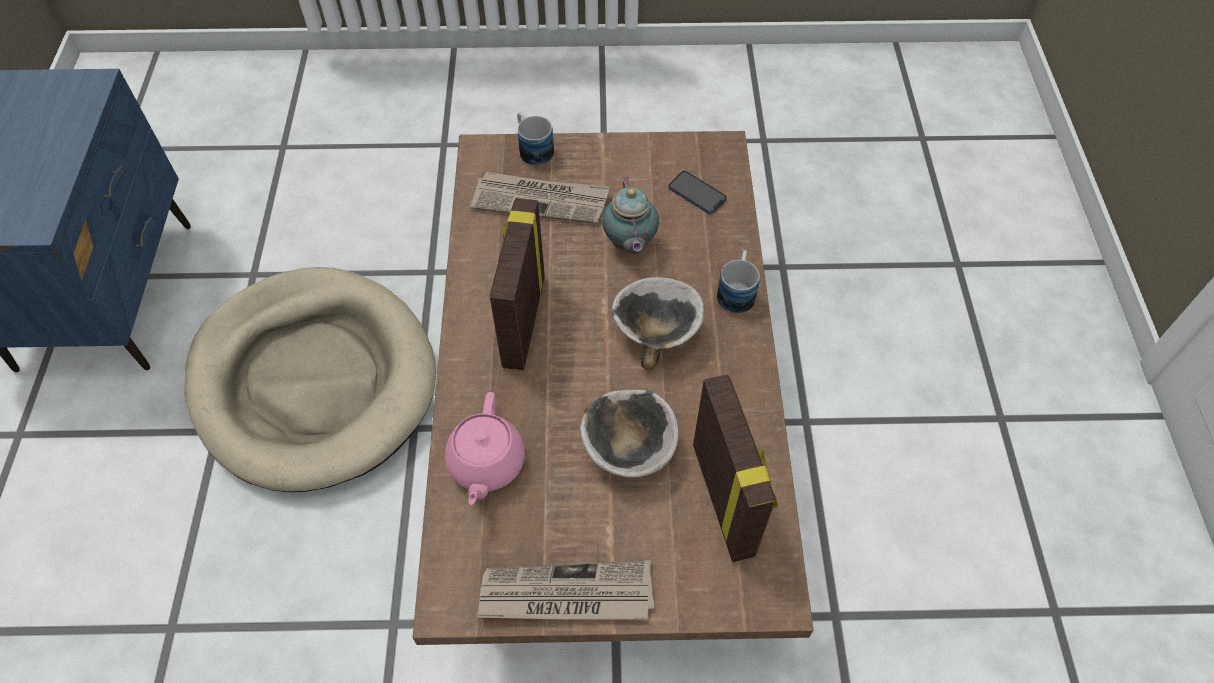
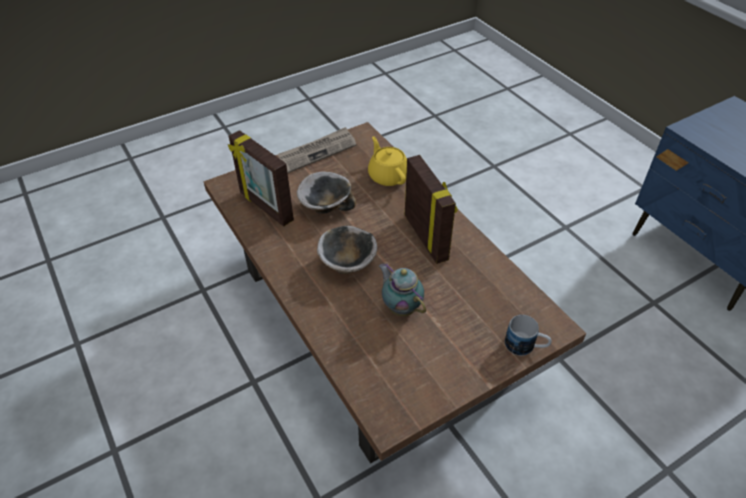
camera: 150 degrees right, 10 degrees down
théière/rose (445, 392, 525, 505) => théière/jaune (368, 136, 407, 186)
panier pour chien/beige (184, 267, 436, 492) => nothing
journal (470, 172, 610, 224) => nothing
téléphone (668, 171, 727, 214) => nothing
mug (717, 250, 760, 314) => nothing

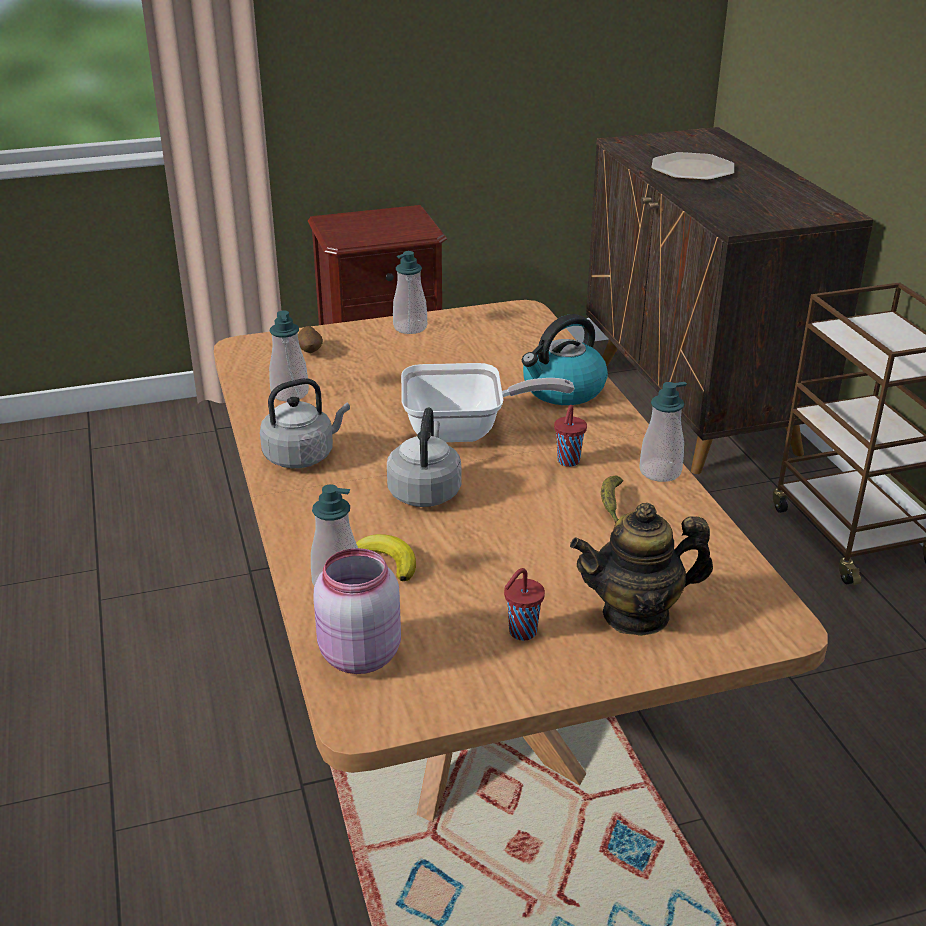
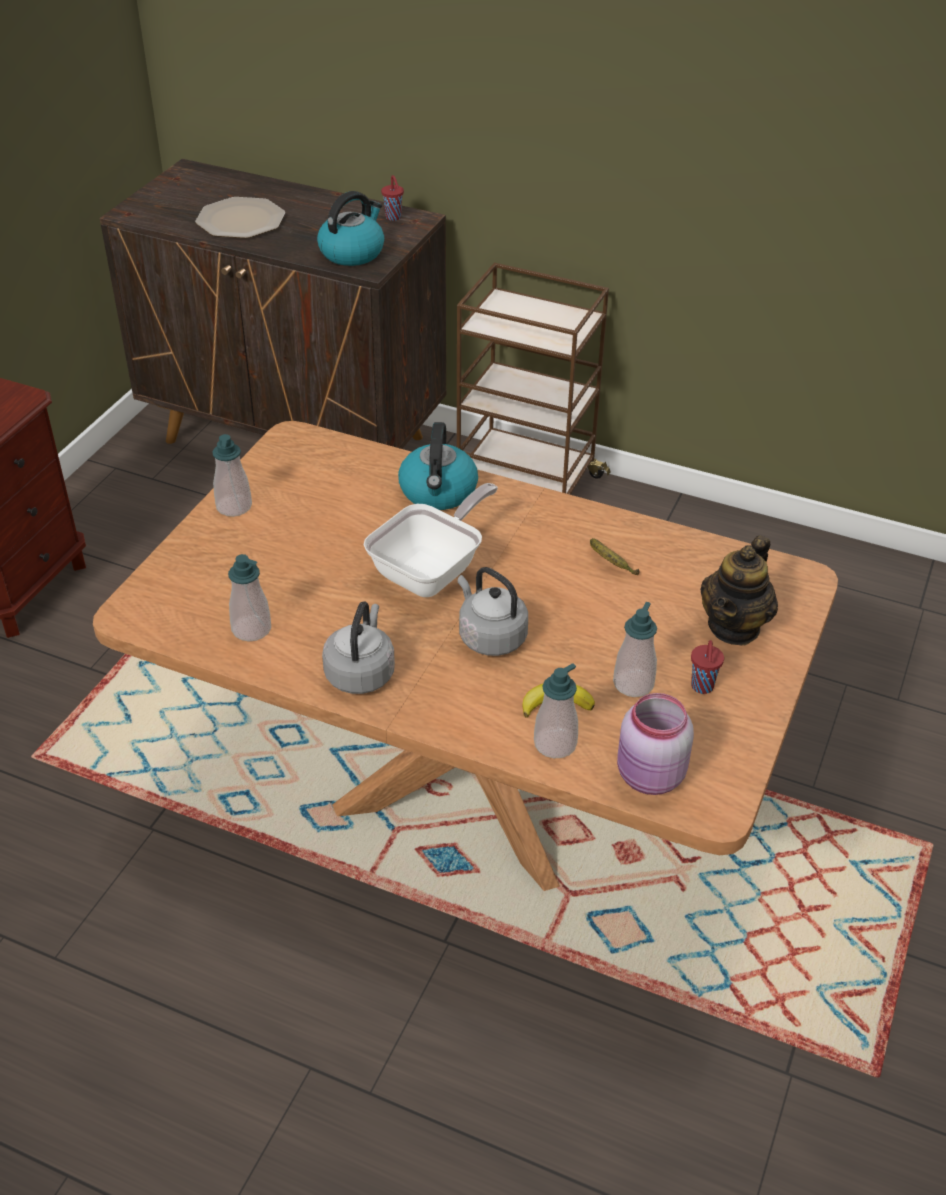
camera: 50 degrees left, 10 degrees up
nothing => bouilloire (317, 191, 384, 266)
tasse/rouge (554, 405, 587, 467) => tasse/rouge (381, 175, 404, 221), moved
distributeur de savon (639, 382, 687, 482) => distributeur de savon (613, 602, 657, 697), moved
pomme de terre (298, 326, 323, 353) => nothing

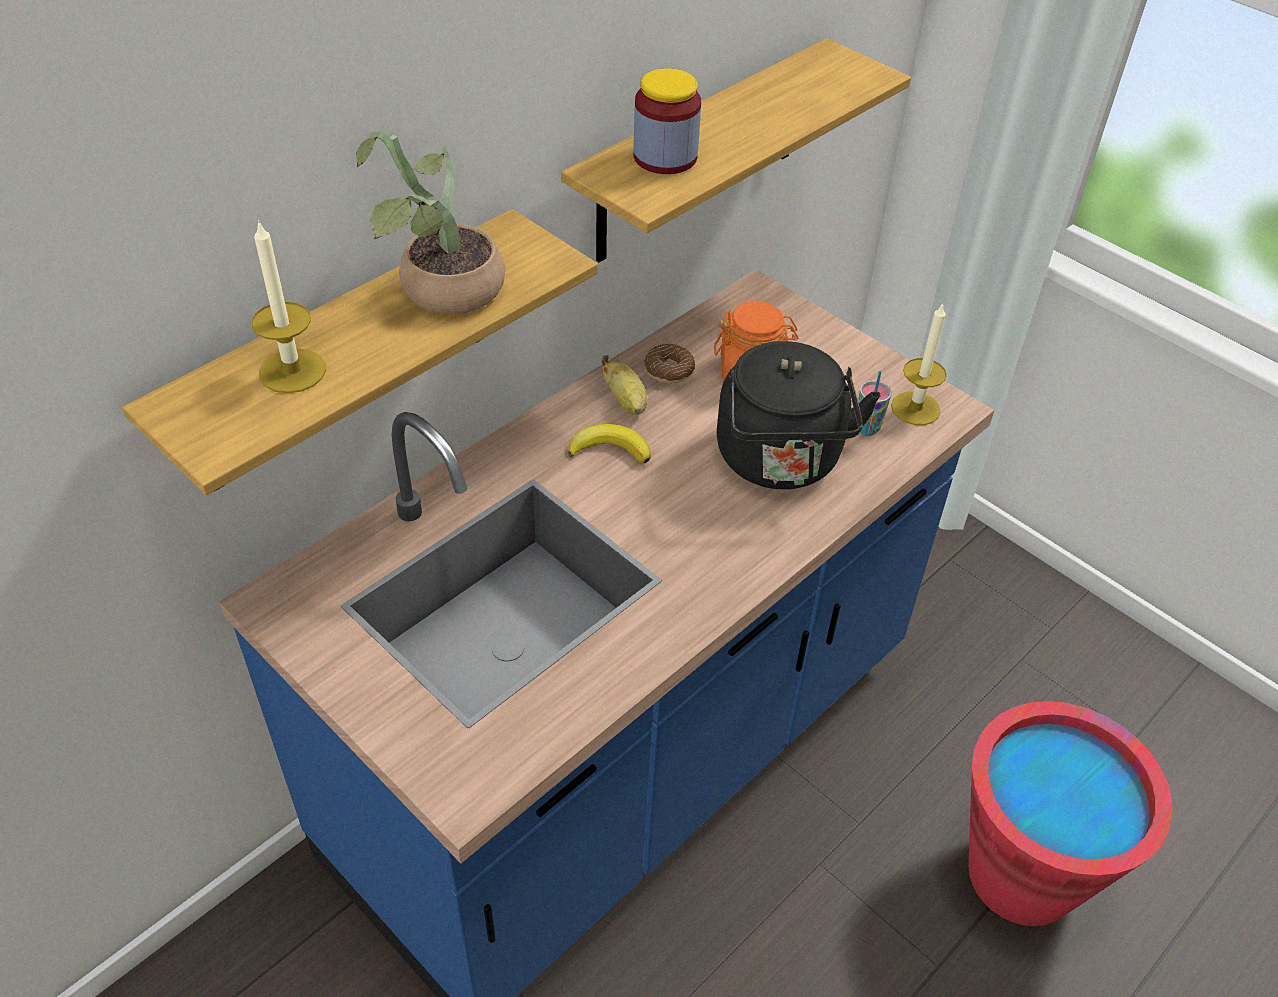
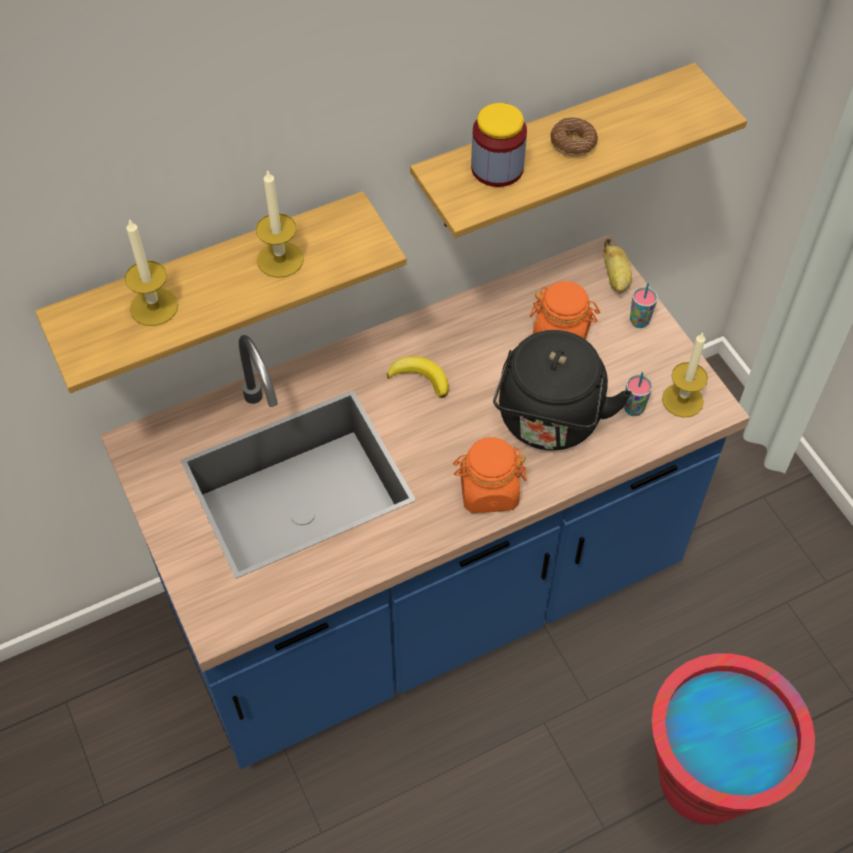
camera: 20 degrees right, 10 degrees up
plante en pot (356, 132, 505, 314) => bougie (256, 169, 304, 278)
nothing => bocal/orange (453, 437, 527, 513)
beignet (644, 343, 695, 384) => beignet (550, 117, 598, 157), moved
banane (601, 355, 648, 415) => banane (603, 239, 632, 294), moved
nothing => tasse (630, 283, 658, 328)

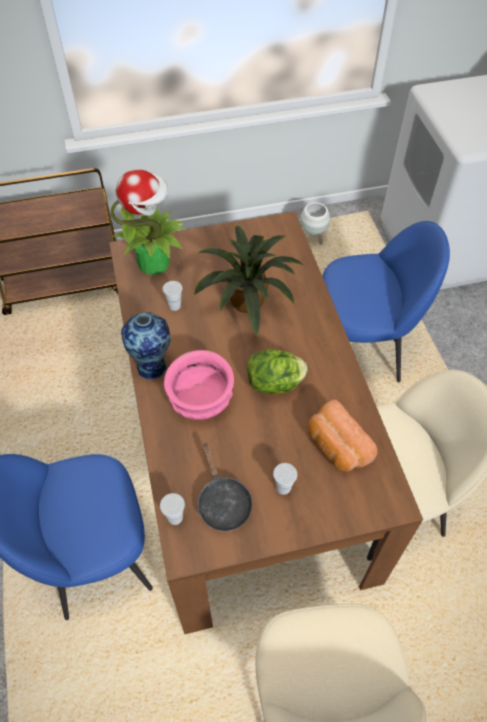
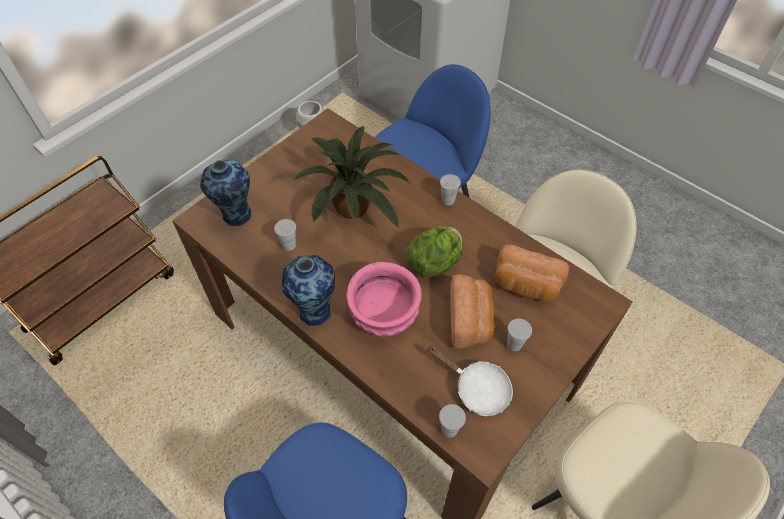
camera: 35 degrees left, 0 degrees up
plante en pot (111, 169, 187, 275) => vase (200, 160, 251, 226)
poêle/noir (198, 443, 252, 532) => poêle/blanc (427, 346, 513, 416)
nothing => tasse/blanc (440, 174, 461, 206)
nothing => pain (450, 274, 495, 349)

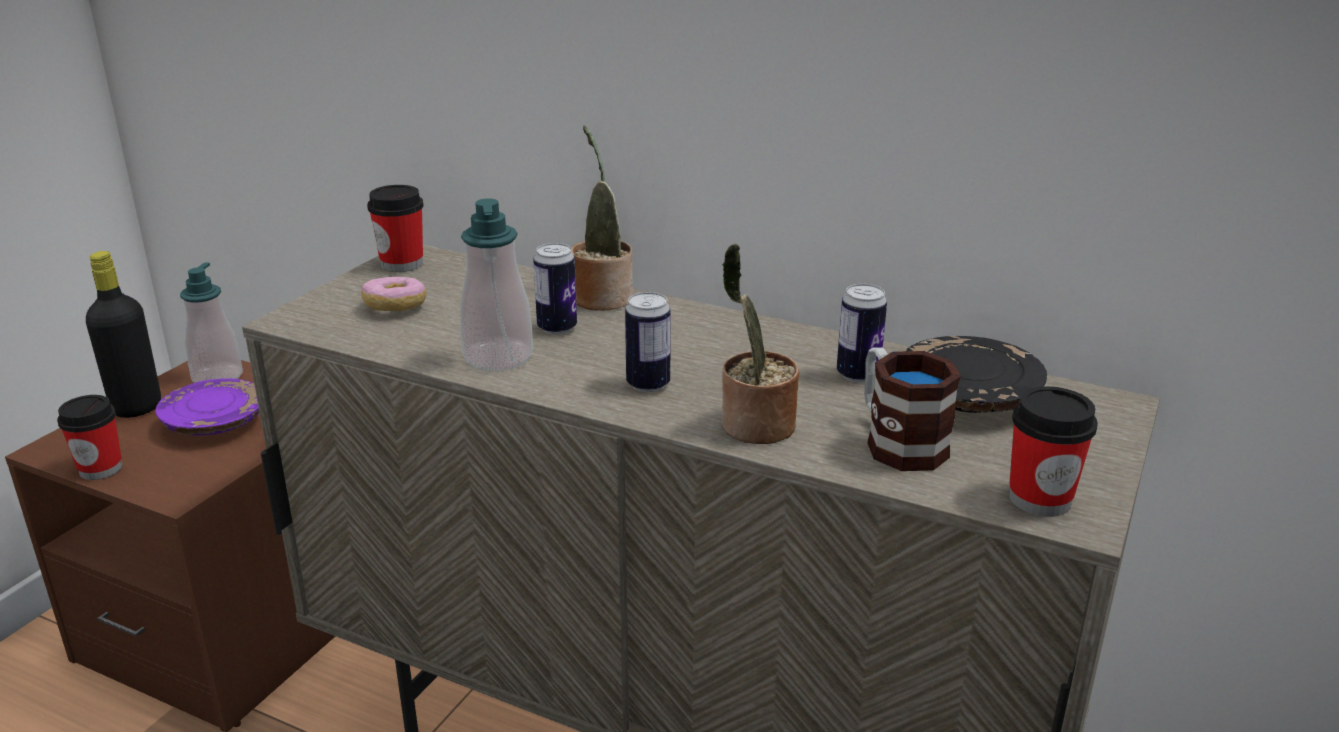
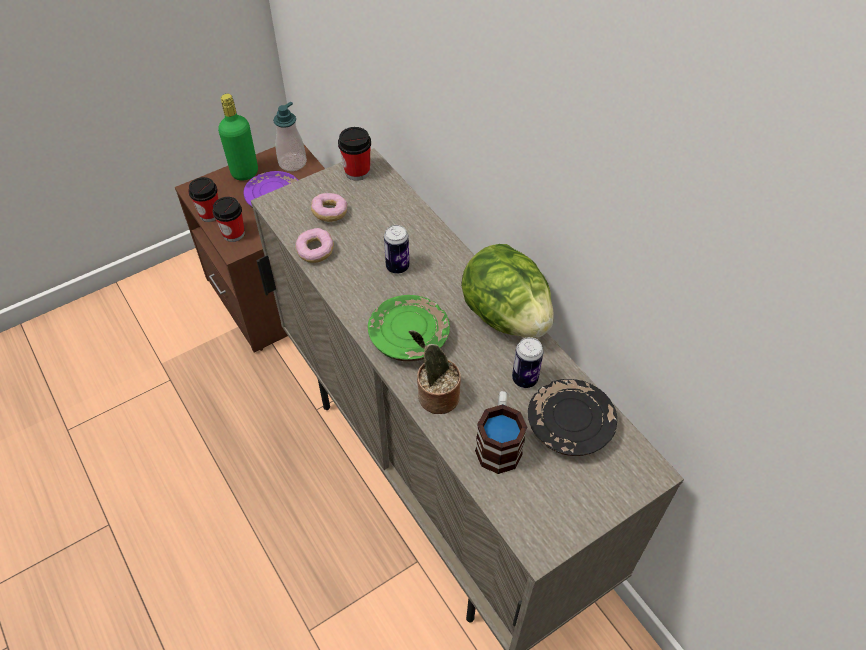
camera: 30 degrees right, 25 degrees up
tasse (1009, 386, 1098, 517) => tasse (212, 197, 245, 242), moved
bouteille/noir (86, 251, 161, 418) => bouteille/vert (218, 94, 258, 181)
nothing => beignet (295, 228, 334, 263)
boîte métallique (625, 292, 671, 392) => assiette/vert (368, 295, 450, 362)
nothing => laitue (461, 244, 554, 338)
distributeur de savon (460, 198, 533, 371) => nothing
plante en pot (571, 125, 633, 311) => nothing

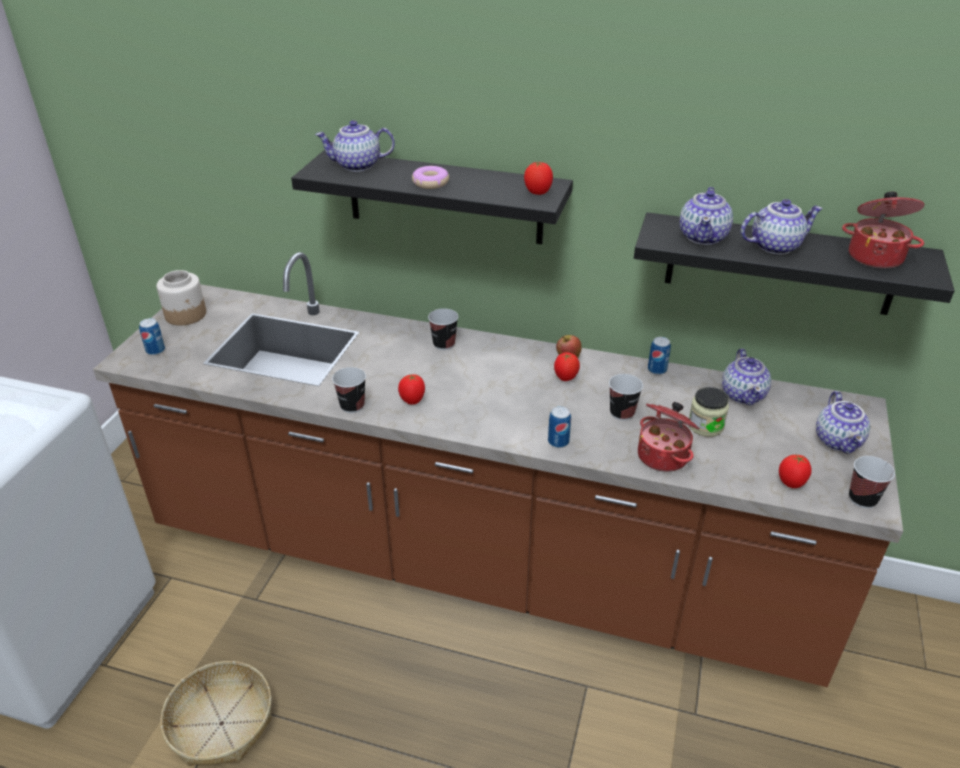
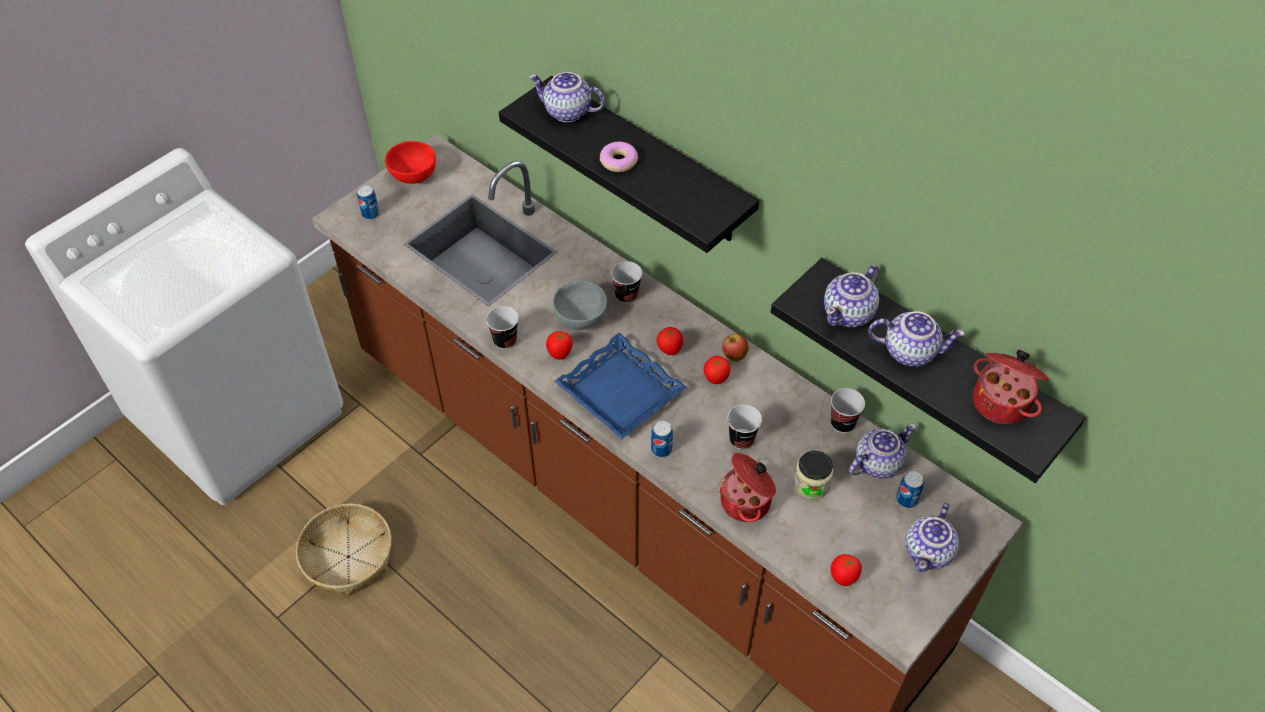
camera: 25 degrees right, 15 degrees up
bocal (156, 270, 206, 326) => bol/rouge (385, 141, 436, 184)
nothing => bol/gris (553, 280, 607, 330)
nothing => plateau/bleu (554, 333, 687, 440)
tomate (524, 162, 553, 195) => tomate (657, 327, 683, 355), moved
tasse (849, 456, 895, 509) => tasse (831, 388, 865, 433), moved
théière (722, 349, 771, 405) => théière (849, 423, 916, 478), 150 degrees counterclockwise
boîte métallique (648, 337, 671, 375) => boîte métallique (896, 471, 924, 508), moved

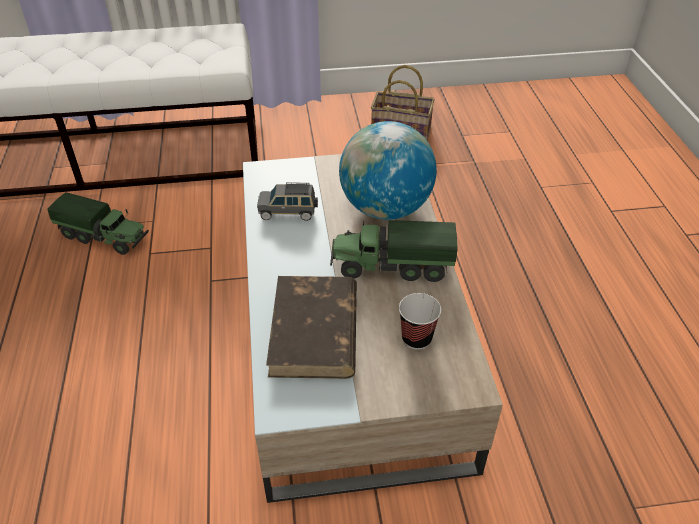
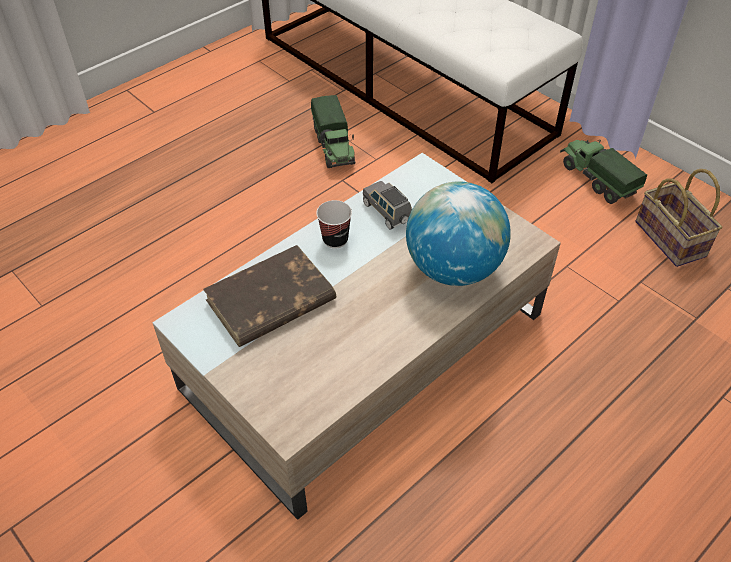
camera: 55 degrees right, 5 degrees up
tasse (399, 293, 441, 350) => tasse (316, 200, 352, 249), moved
camion jouet (330, 220, 458, 282) => camion jouet (560, 140, 647, 204), moved

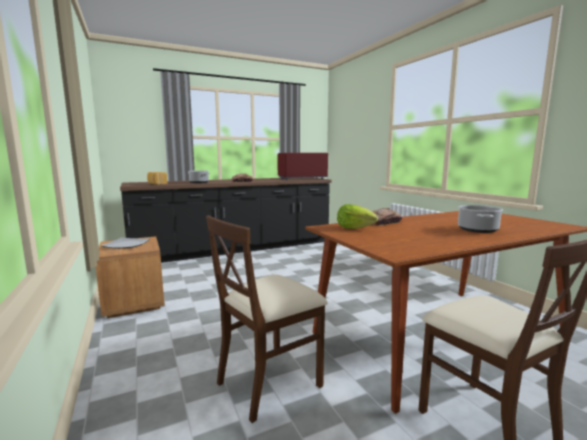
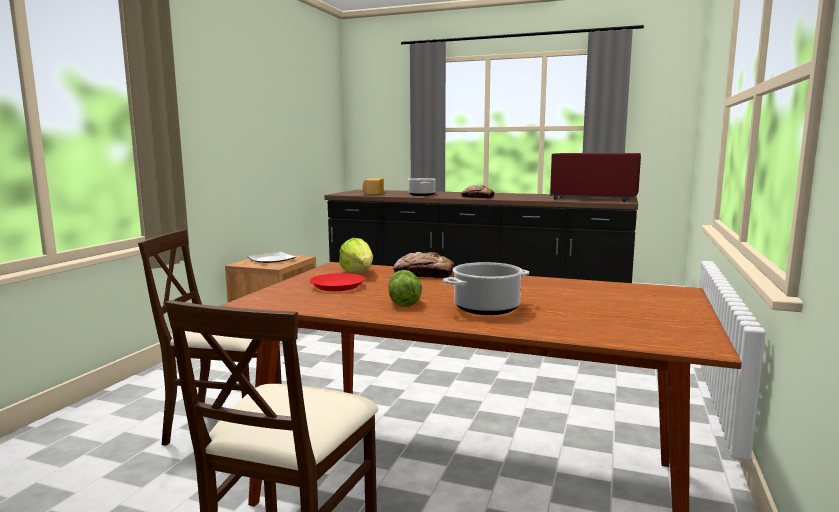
camera: 45 degrees right, 0 degrees up
nothing => assiette/rouge (310, 273, 365, 291)
nothing => laitue (388, 270, 422, 307)

